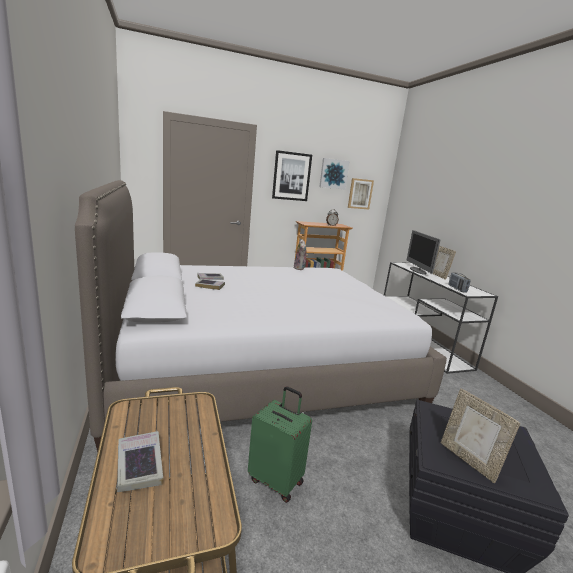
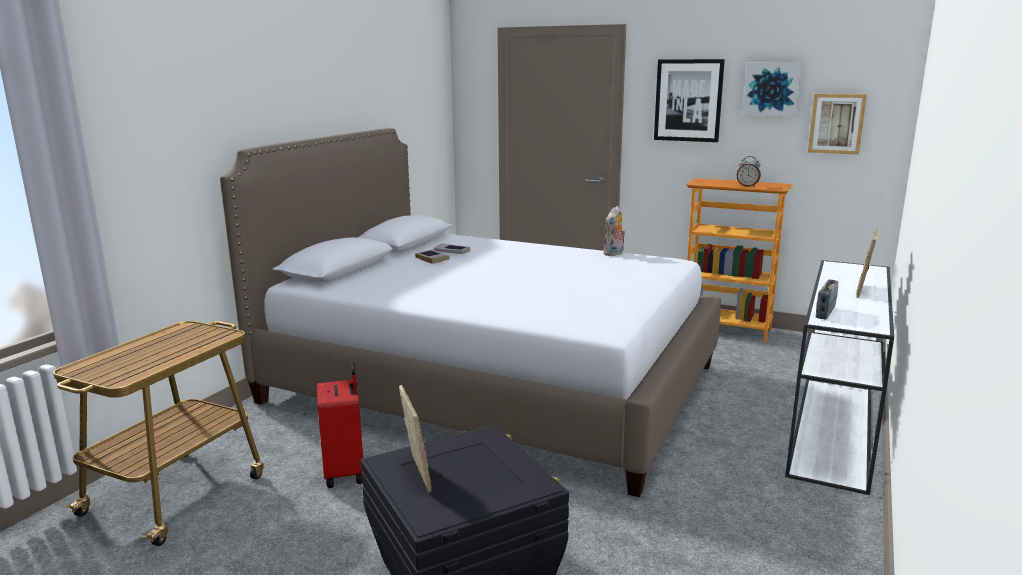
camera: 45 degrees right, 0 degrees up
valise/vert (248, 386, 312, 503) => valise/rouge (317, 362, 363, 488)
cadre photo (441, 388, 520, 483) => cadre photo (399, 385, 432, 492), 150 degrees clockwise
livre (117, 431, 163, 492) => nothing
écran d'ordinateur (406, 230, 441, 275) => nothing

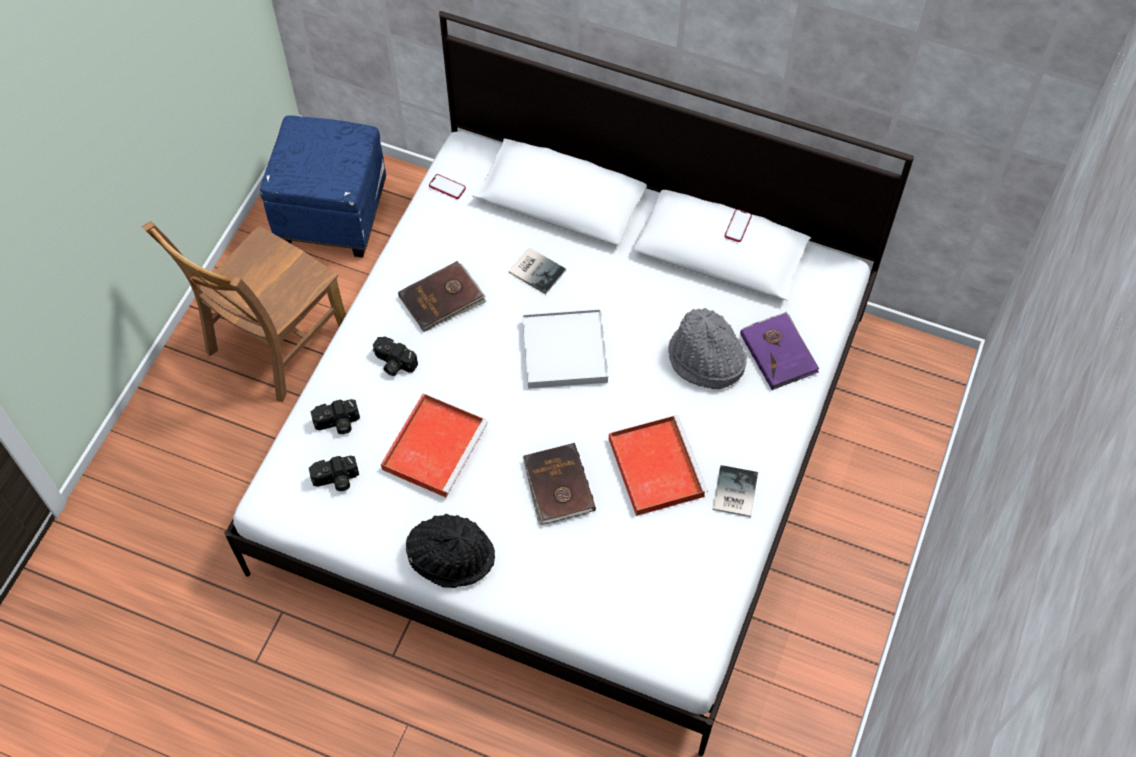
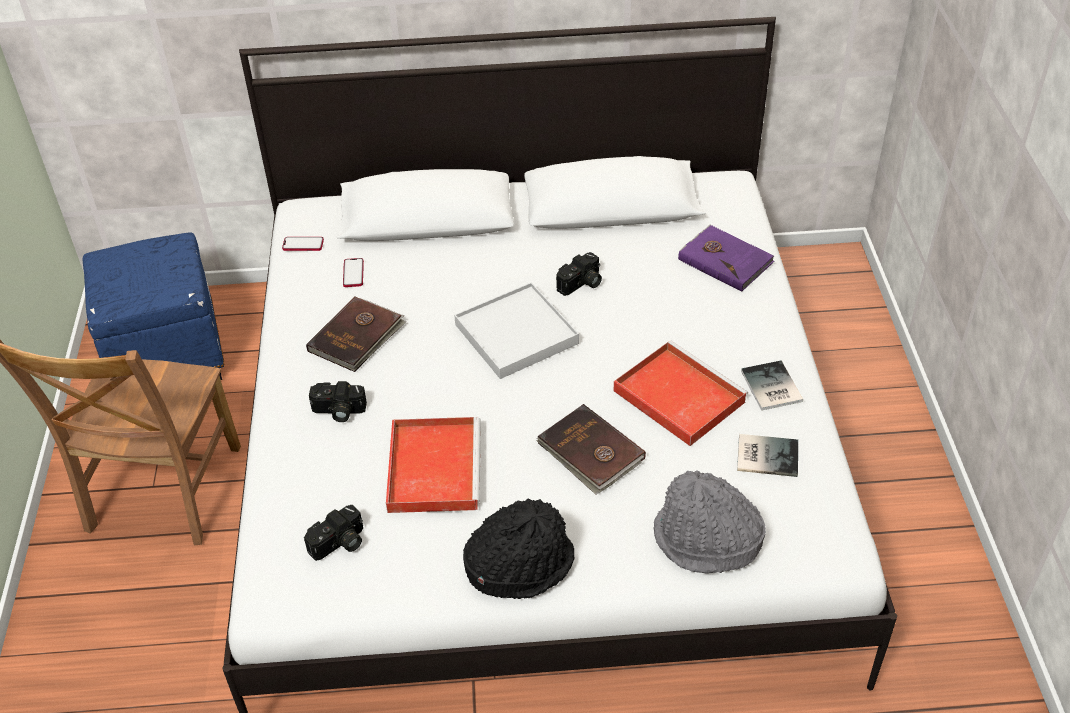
camera: 25 degrees left, 15 degrees down
téléphone (725, 209, 752, 242) => téléphone (343, 258, 364, 287), moved
appareil photo (311, 399, 360, 434) => appareil photo (556, 252, 602, 296), moved
chapeau/gris (668, 308, 747, 389) => chapeau/gris (653, 470, 766, 574), moved
livre (509, 247, 566, 294) => livre (737, 434, 798, 477), moved

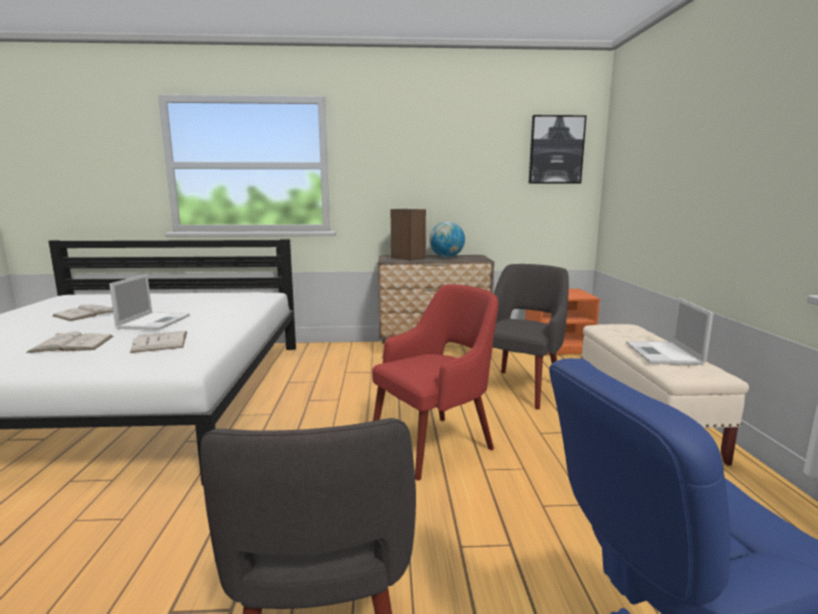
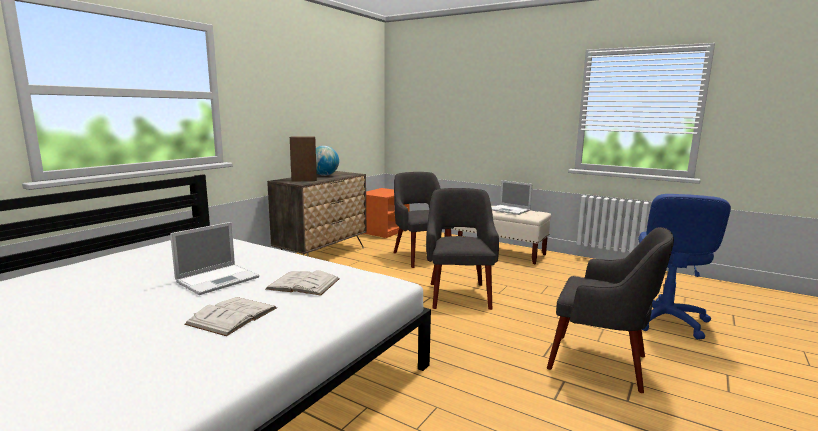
camera: 55 degrees left, 0 degrees up
ordinateur portable (109, 274, 190, 330) => ordinateur portable (170, 222, 259, 295), 90 degrees clockwise
fauteuil/rouge (372, 284, 498, 481) => fauteuil/gris (426, 188, 499, 310)
livre/blanc (53, 304, 113, 321) => nothing
tableau (529, 115, 586, 184) => nothing

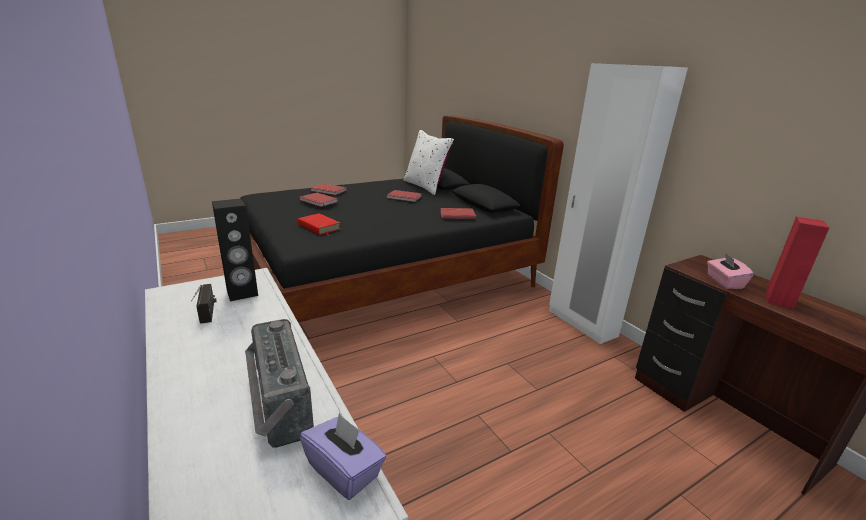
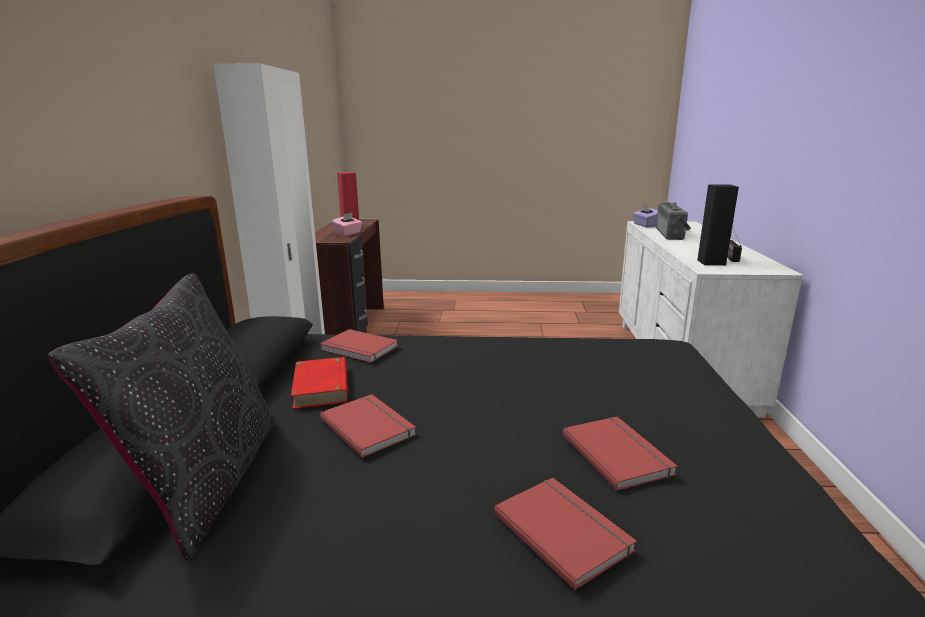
camera: 145 degrees left, 5 degrees down
coussin/blanc (404, 130, 454, 195) => coussin/noir (48, 273, 277, 561)
livre/rouge (298, 213, 340, 236) => livre/rouge (291, 357, 348, 409), moved

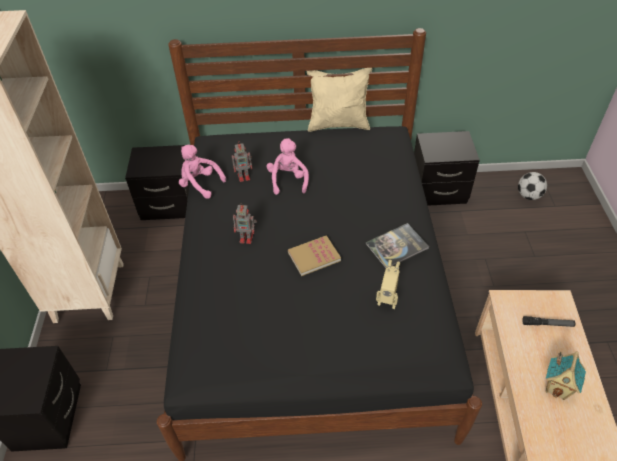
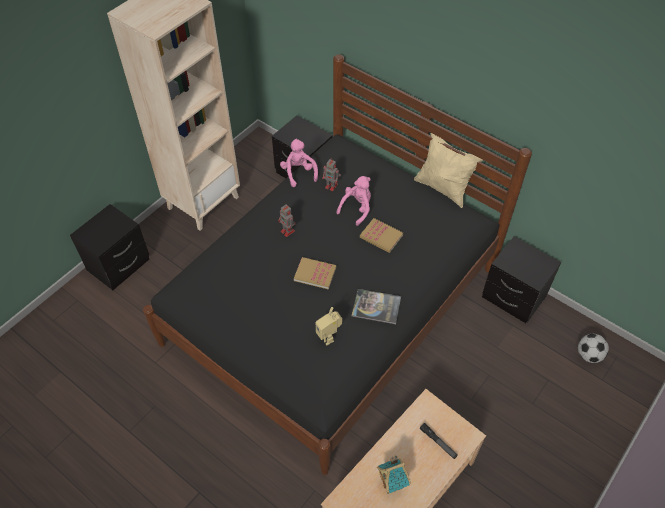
camera: 40 degrees right, 5 degrees up
nothing => livre (360, 218, 403, 253)

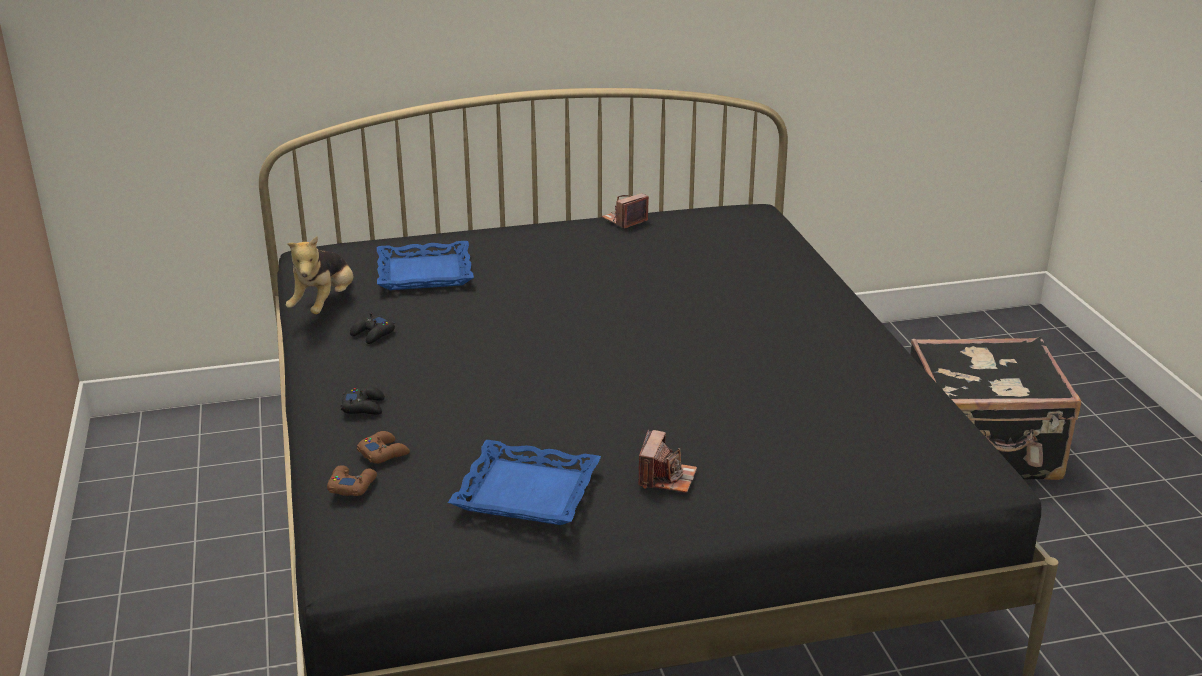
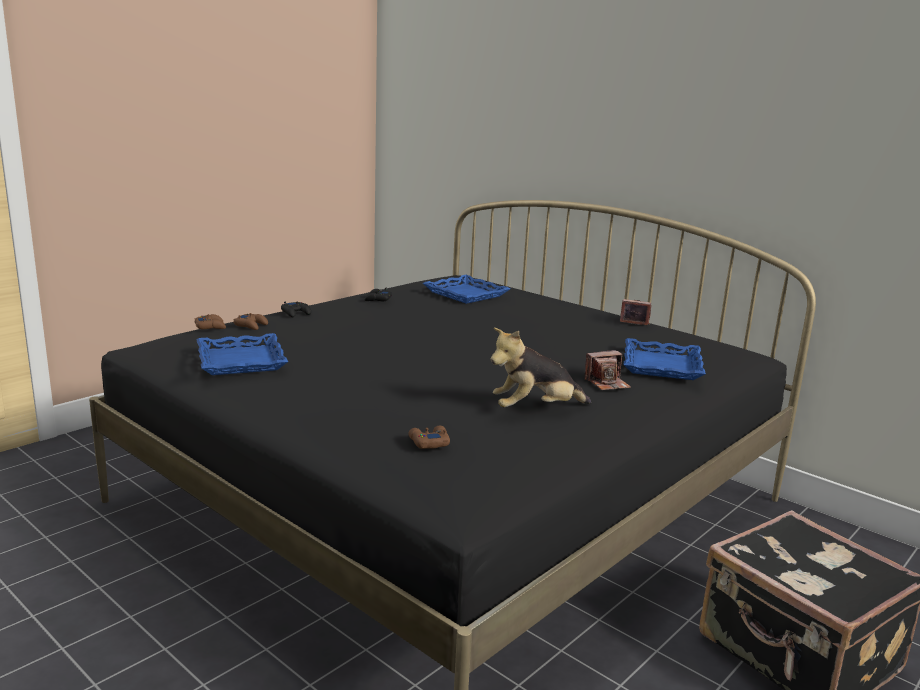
camera: 55 degrees right, 10 degrees down
nothing => manette/marron (408, 426, 450, 449)
peluche (286, 236, 353, 314) => peluche (490, 328, 591, 407), moved
appareil photo (638, 430, 697, 493) => appareil photo (585, 350, 631, 390), moved
nothing => plateau/bleu (624, 338, 706, 380)

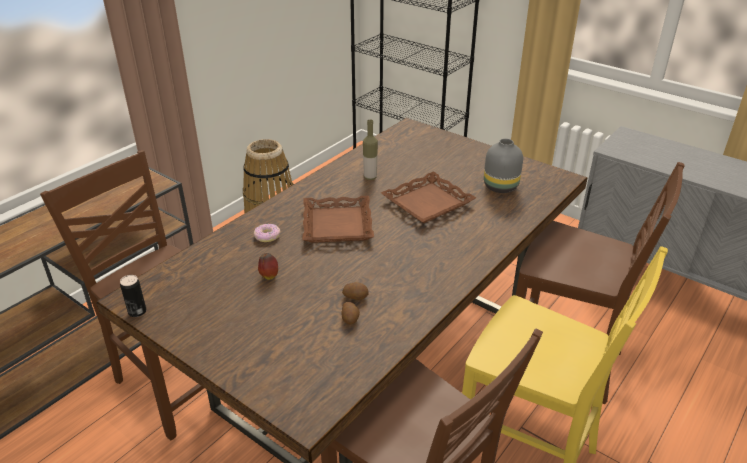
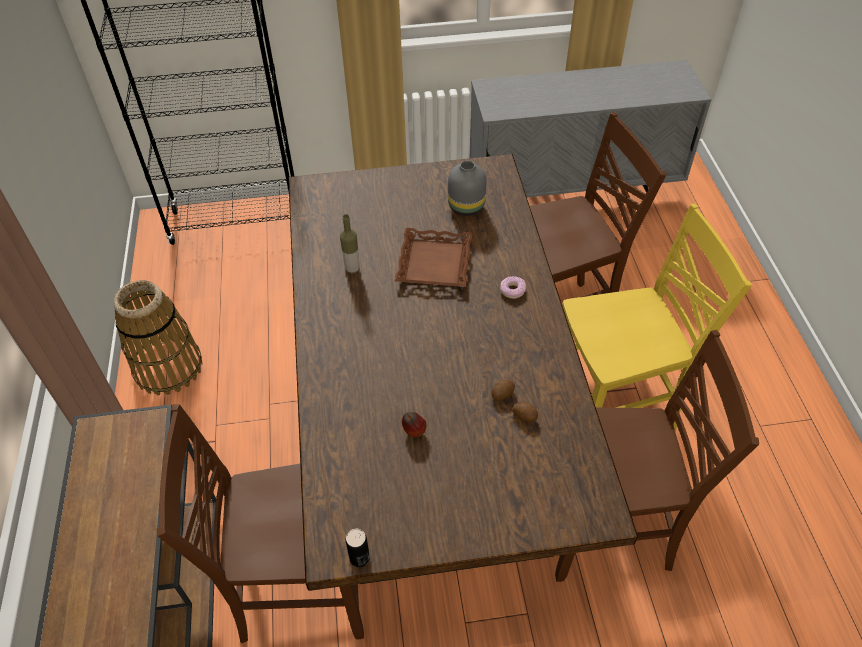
camera: 45 degrees left, 15 degrees up
beignet (254, 224, 281, 242) => beignet (500, 276, 526, 299), moved
plateau/marron (303, 196, 374, 243) => nothing

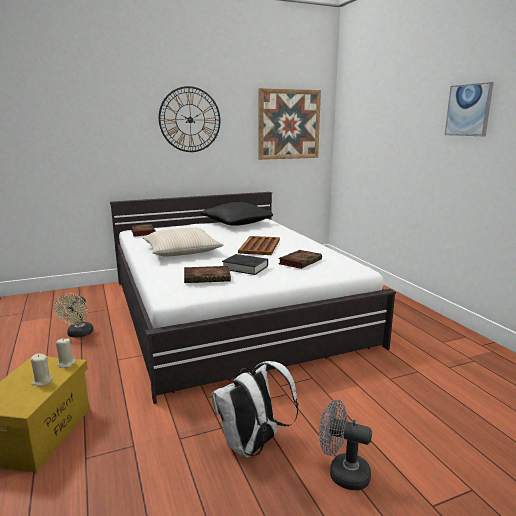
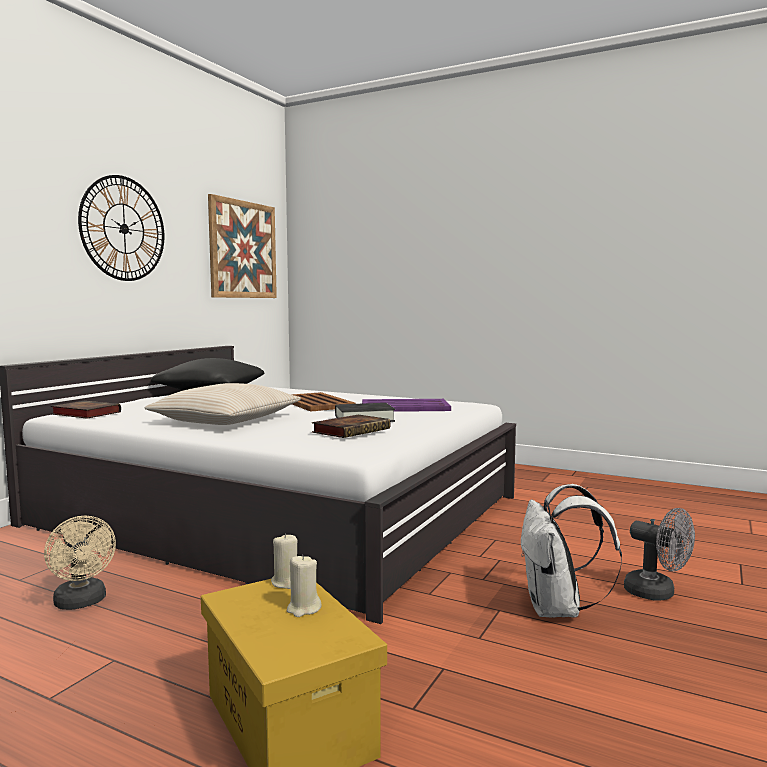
camera: 40 degrees left, 10 degrees down
livre (278, 250, 322, 269) => plateau/violet (362, 399, 451, 412)
ventilateur/gris (319, 399, 372, 491) => ventilateur/gris (624, 508, 695, 601), 120 degrees counterclockwise
tableau (445, 82, 494, 136) => nothing

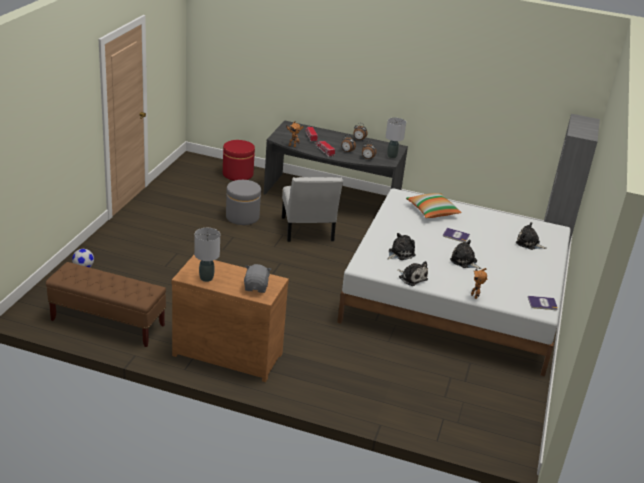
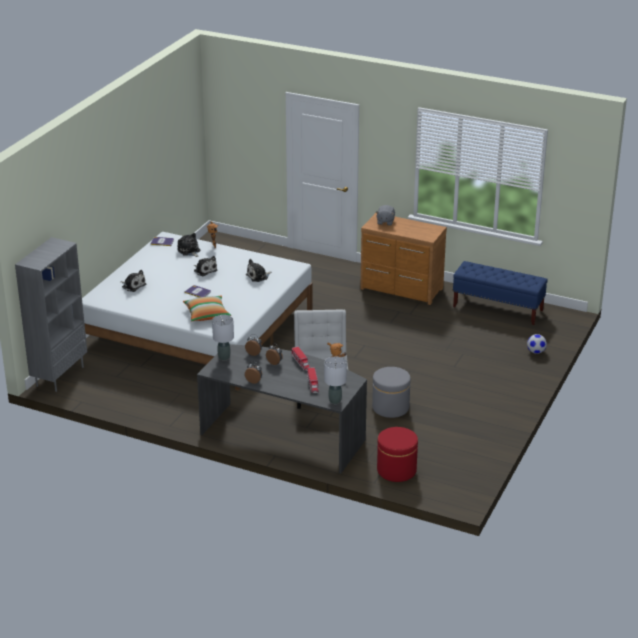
camera: 170 degrees left, 0 degrees up
peluche (397, 261, 428, 286) => peluche (178, 233, 200, 257), moved
lampe de table/gris (194, 228, 220, 282) => lampe de table/gris (324, 357, 347, 404), moved
banc/marron (46, 262, 166, 347) => banc/bleu (453, 261, 548, 325)

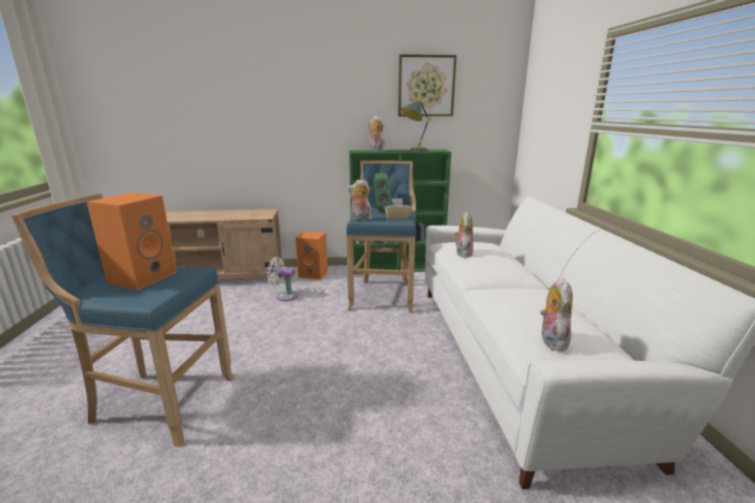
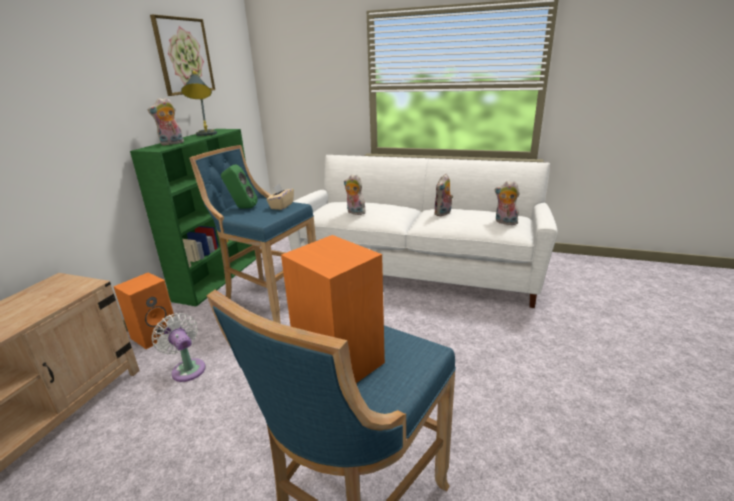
camera: 65 degrees left, 5 degrees up
ventilateur/blanc (267, 257, 299, 301) => ventilateur/blanc (152, 313, 206, 382), 105 degrees clockwise
peluche (348, 180, 373, 221) => peluche (434, 174, 453, 216), moved

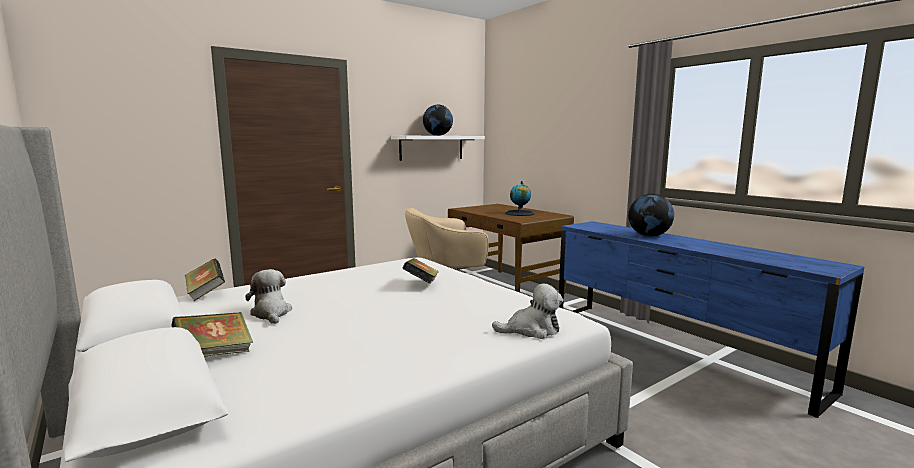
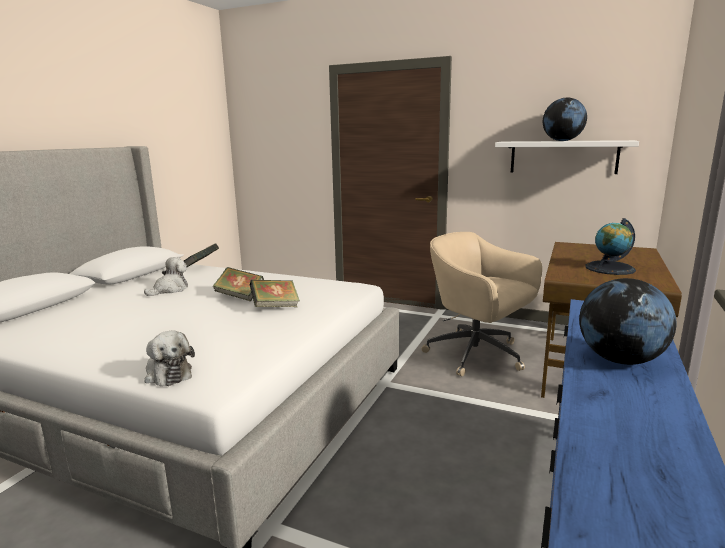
camera: 60 degrees right, 5 degrees up
livre (171, 312, 253, 357) => livre (213, 267, 264, 301), moved

